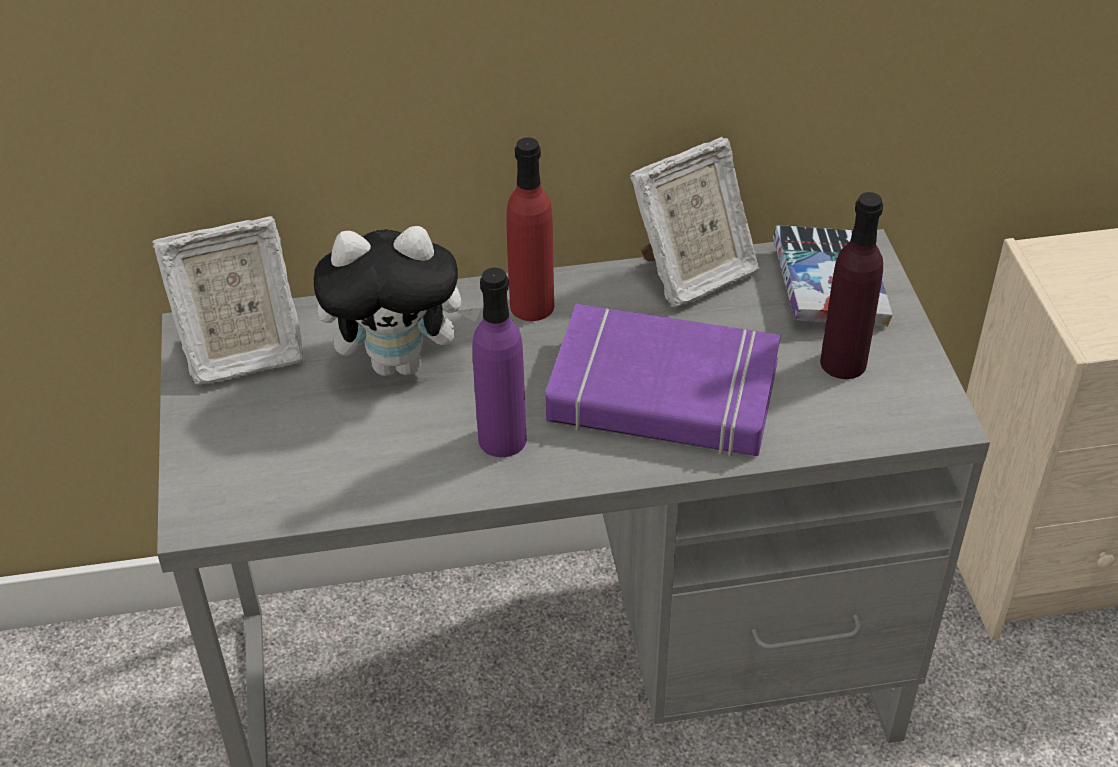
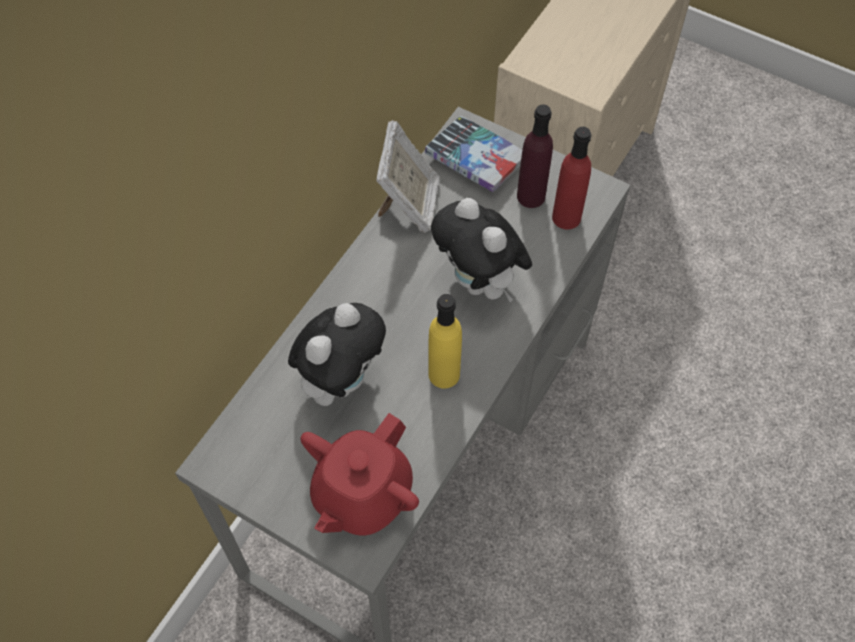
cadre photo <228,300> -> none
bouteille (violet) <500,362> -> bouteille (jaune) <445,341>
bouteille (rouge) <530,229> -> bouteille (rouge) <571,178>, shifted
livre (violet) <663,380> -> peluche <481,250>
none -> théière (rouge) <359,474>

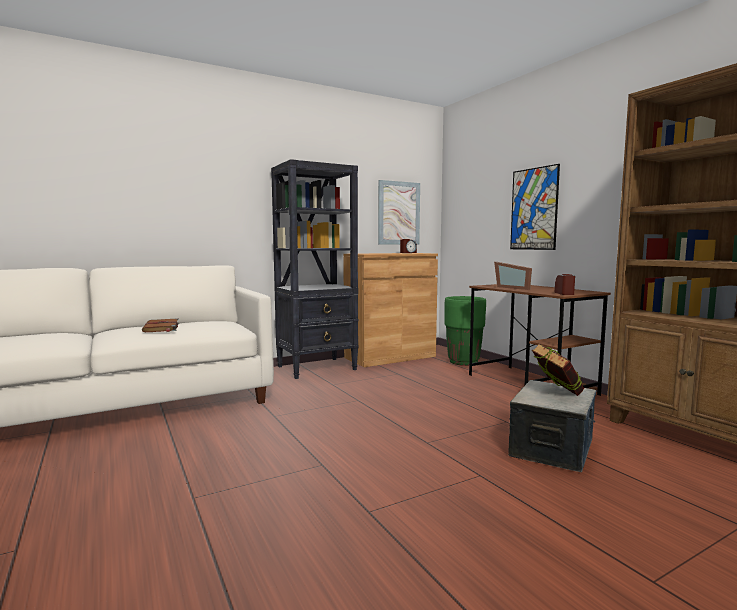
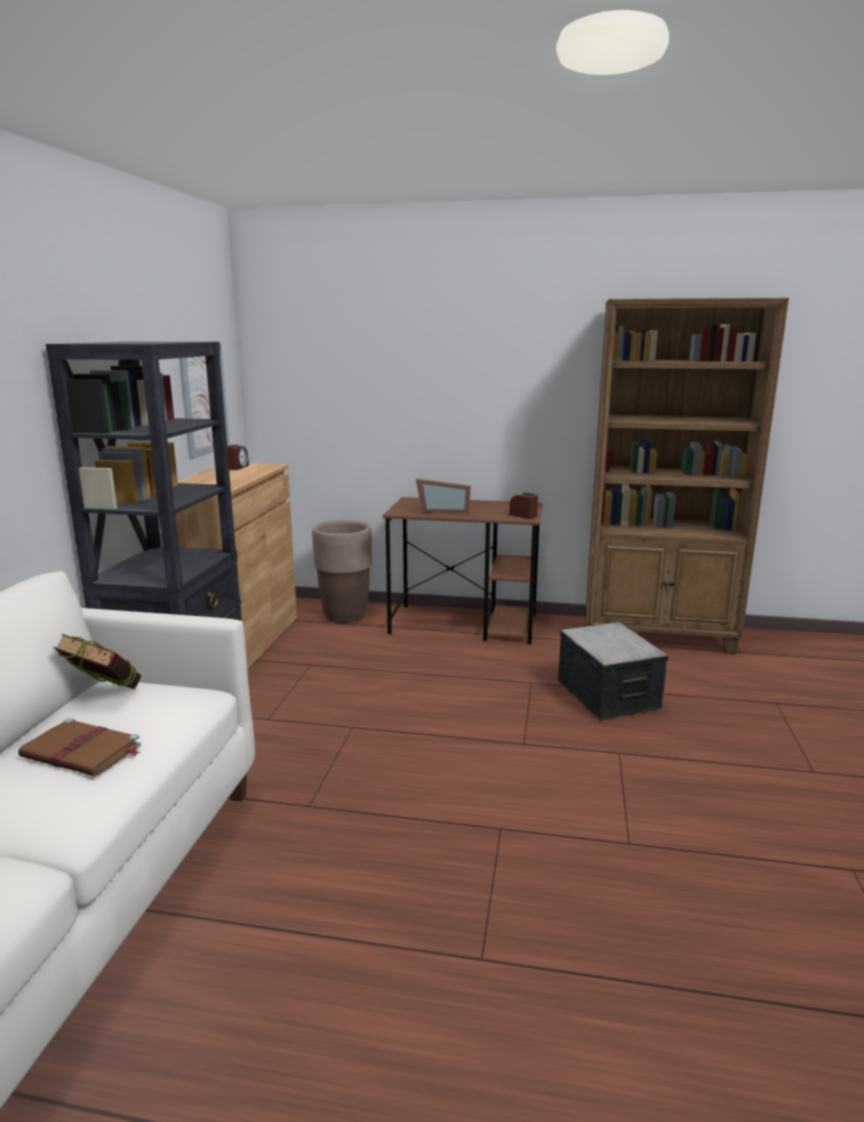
cache-pot (vert) <465,331> -> cache-pot (marron) <342,571>
tableau <535,207> -> none
livre <558,369> -> livre <97,661>, shifted

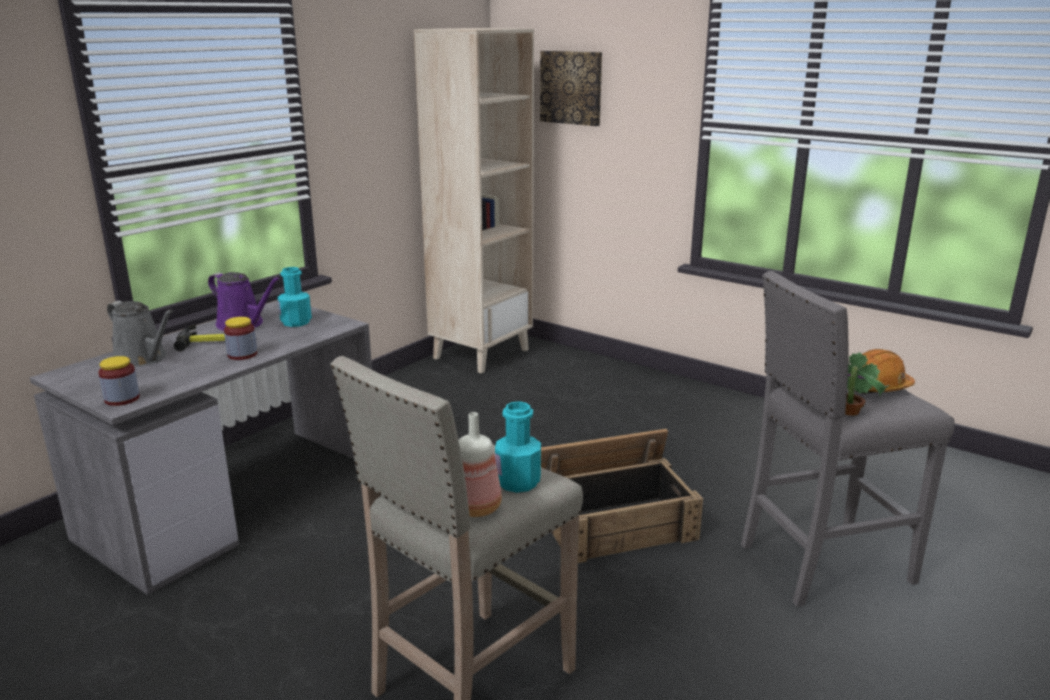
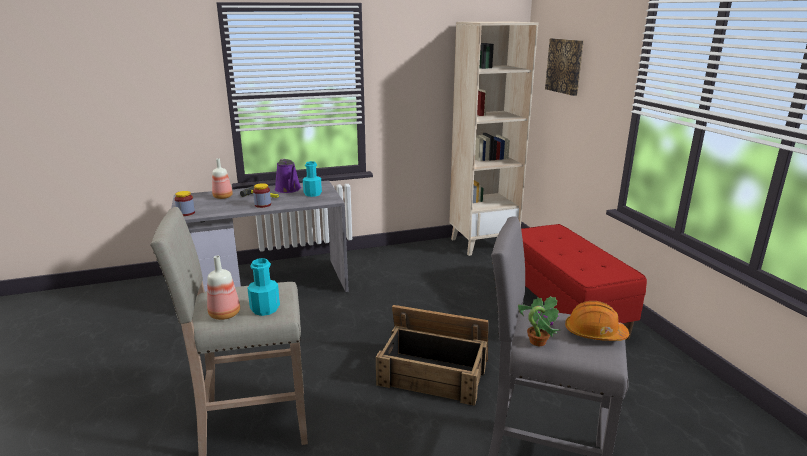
arrosoir (gris) <140,334> -> bouteille <222,178>
none -> banc (rouge) <584,282>

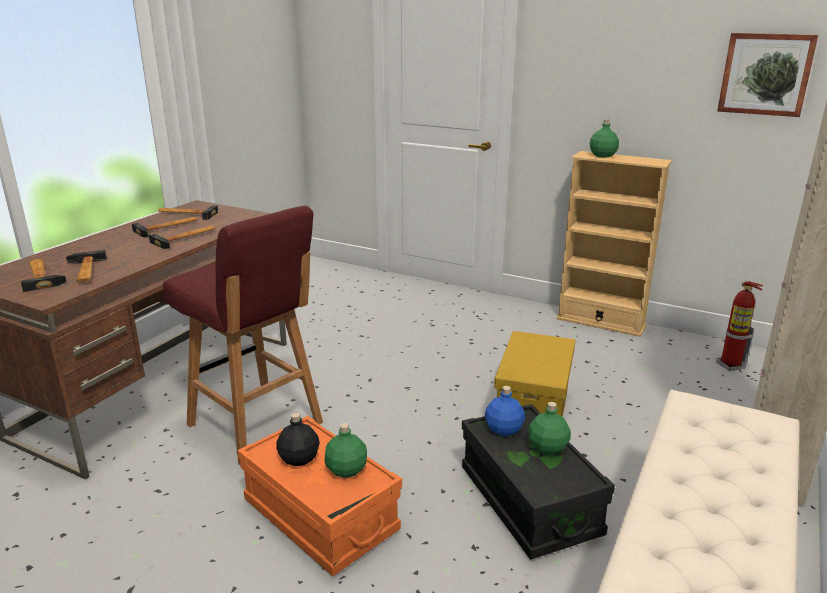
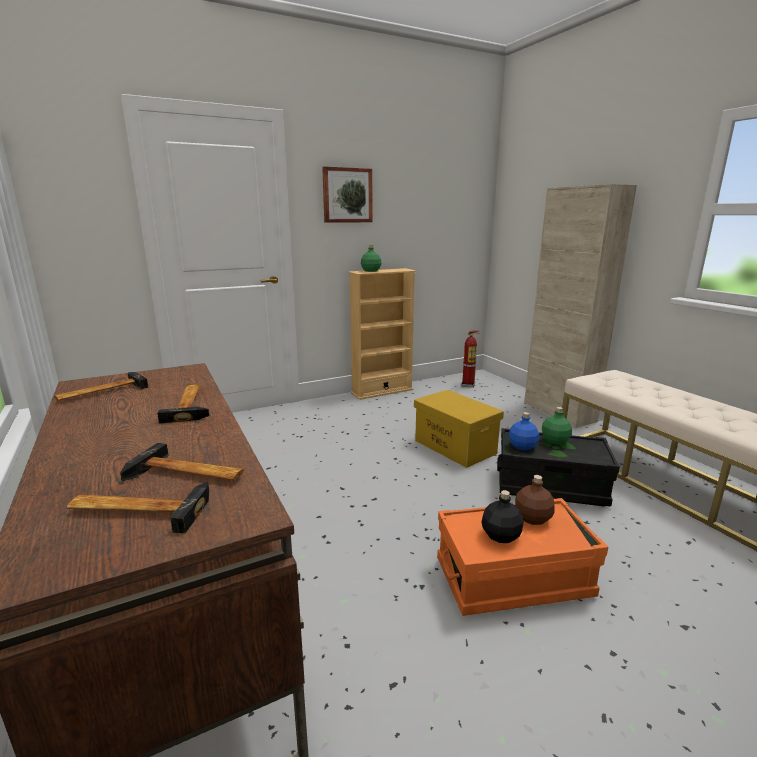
marteau <165,227> -> none
tabouret (rouge) <243,335> -> none
bouteille (vert) <345,450> -> bouteille (marron) <535,500>
tableau <767,75> -> tableau <347,194>, shifted

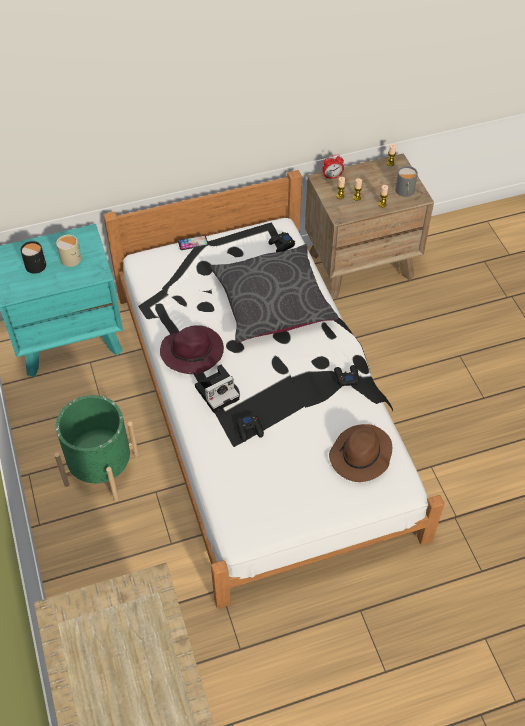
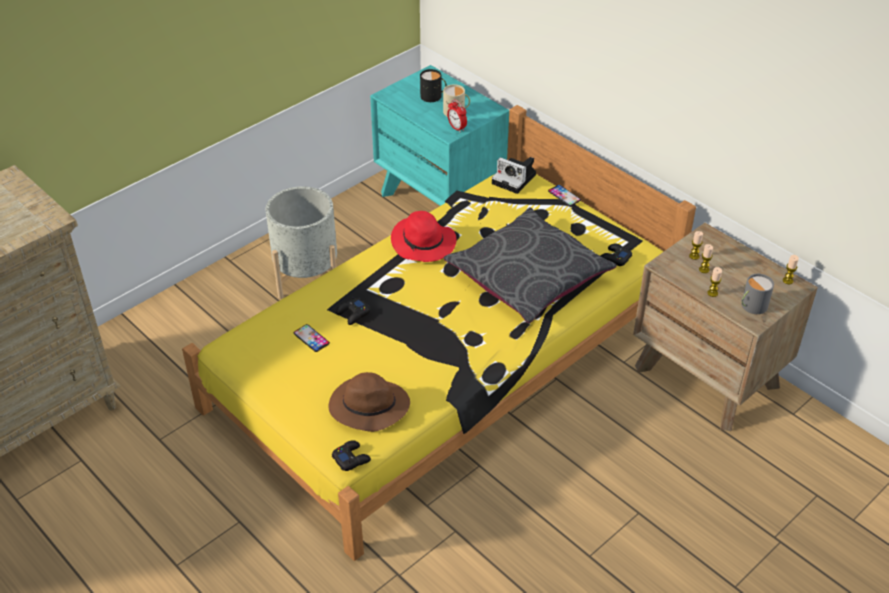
cache-pot (vert) <96,448> -> cache-pot (gris) <301,242>
lit (blanc) <274,389> -> lit (jaune) <439,333>
chapeau (violet) <192,349> -> chapeau (rouge) <424,236>
appareil photo <217,388> -> appareil photo <514,175>, shifted
réveil <333,166> -> réveil <457,115>, shifted
manette (noir) <346,375> -> manette (noir) <351,455>, shifted
none -> téléphone <312,338>

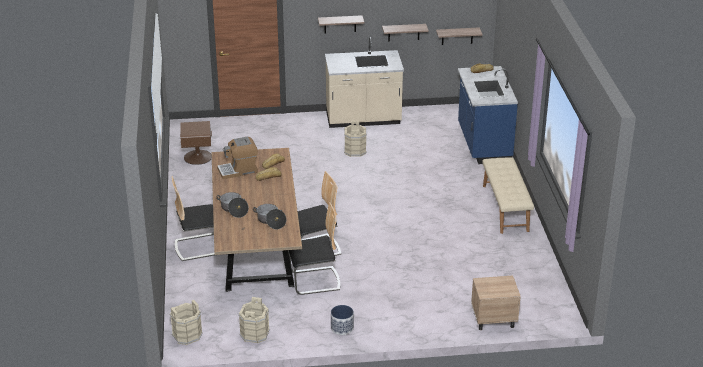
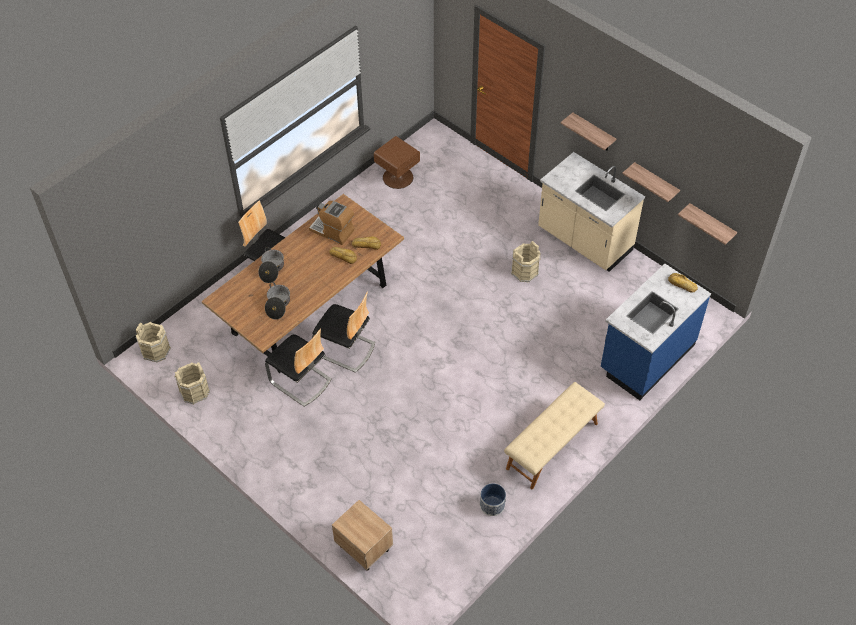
cache-pot <342,320> -> cache-pot <493,499>, shifted

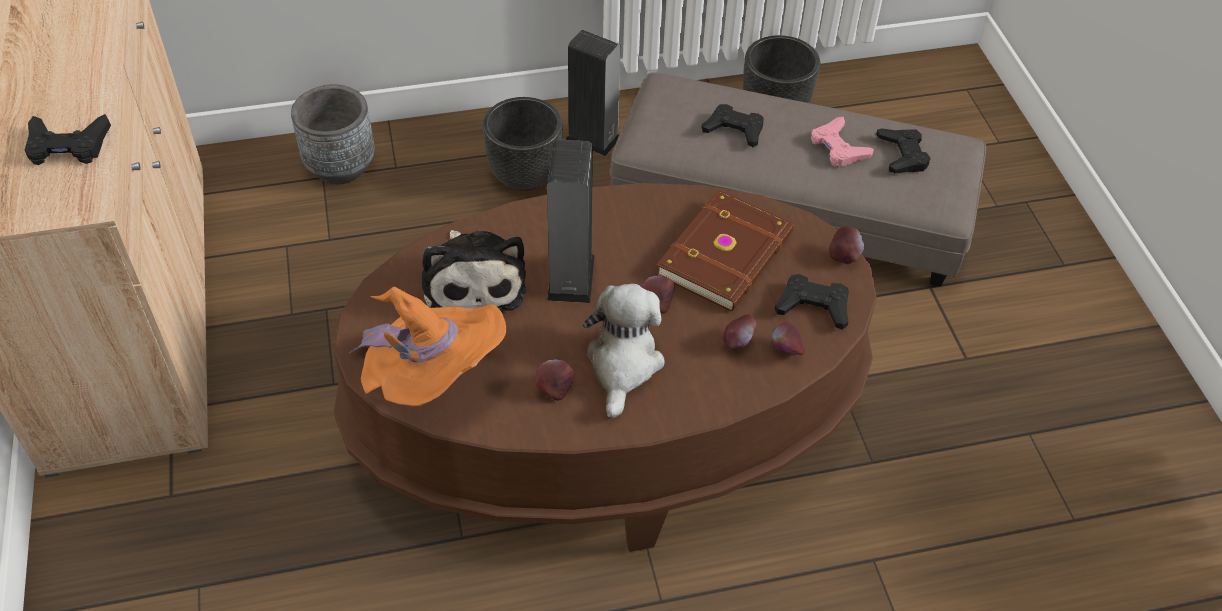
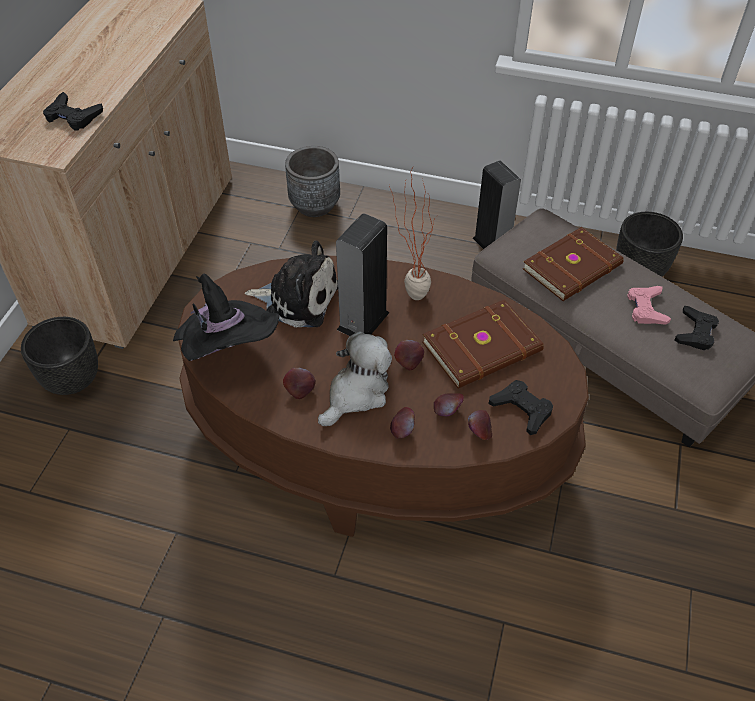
chapeau (orange) <427,346> -> chapeau (noir) <226,317>
peluche <474,270> -> peluche <291,283>, 90 degrees counterclockwise
cache-pot (noir) <523,144> -> cache-pot (noir) <59,356>, shifted
manette (noir) <733,125> -> livre (marron) <573,264>
pomme <846,245> -> pomme <402,422>, shifted
none -> plante en pot <413,233>

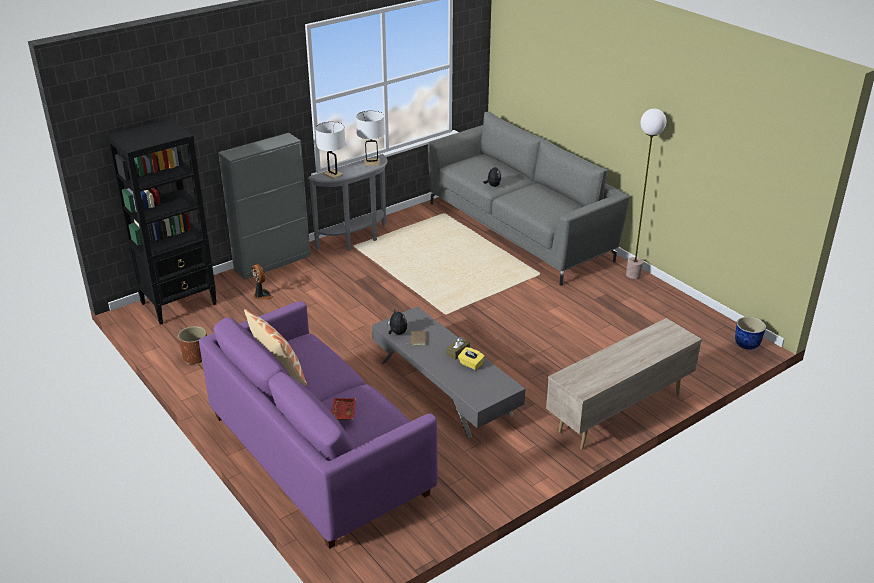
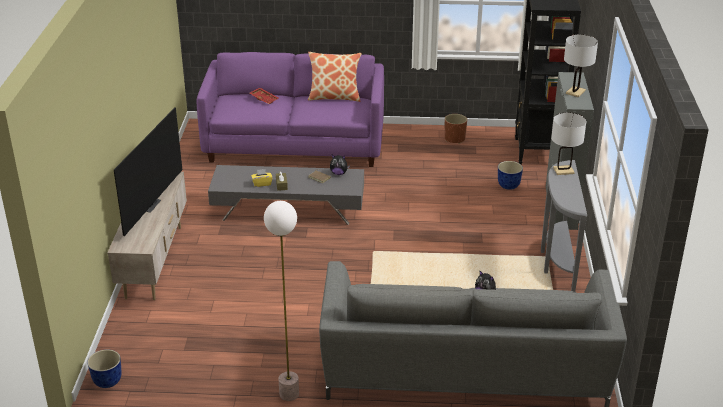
ventilateur <263,282> -> cache-pot <510,175>
lampe de table (blanc) <370,138> -> lampe de table (blanc) <581,65>, shifted
none -> téléviseur <148,171>

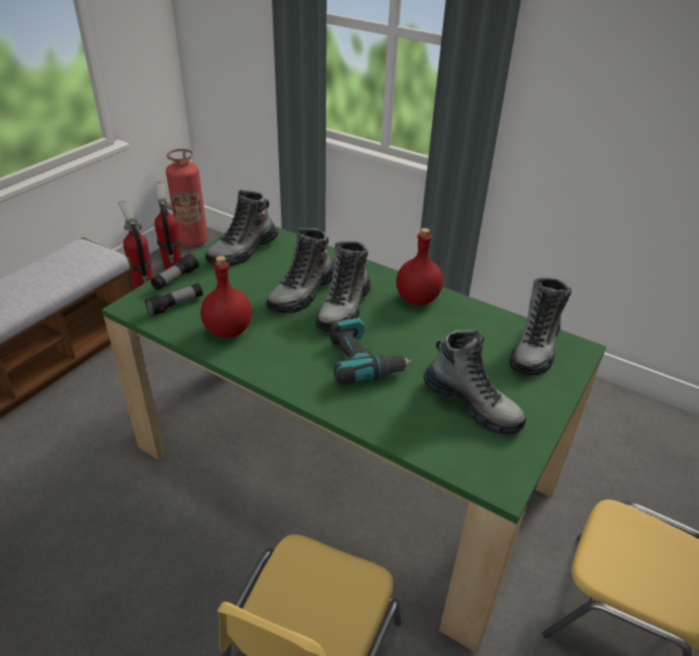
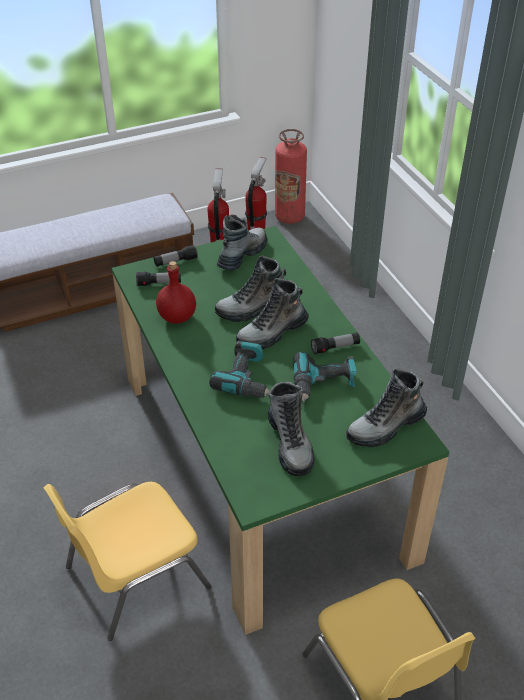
botte <241,228> -> botte <242,242>, 135 degrees clockwise
bouteille (rouge) <419,266> -> lampe de poche <335,343>
none -> perceuse <325,377>

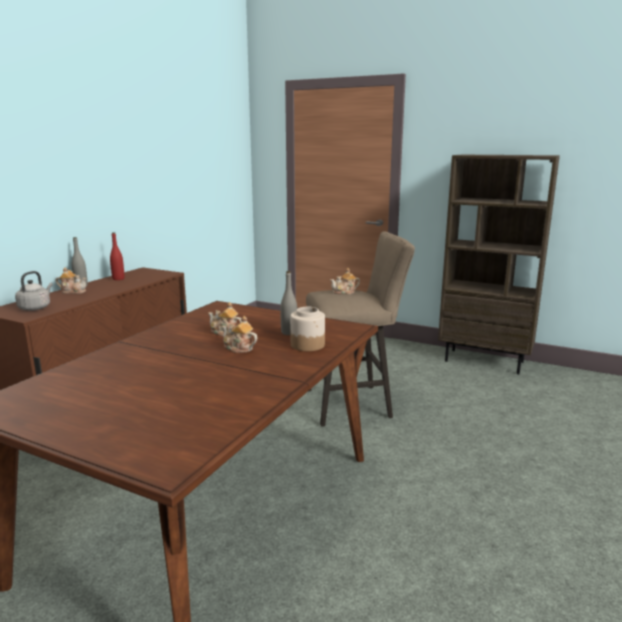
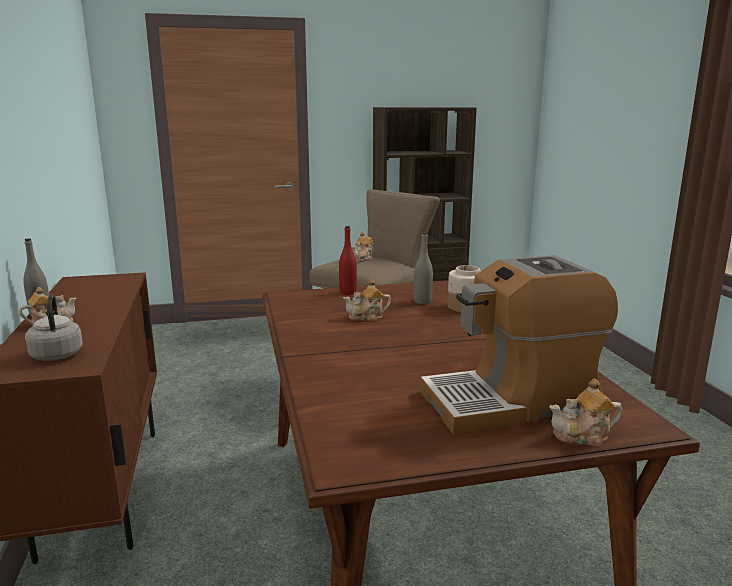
bouteille (rouge) <117,256> -> bouteille (rouge) <348,260>, shifted
théière <239,334> -> théière <586,412>, shifted
none -> machine à café <519,344>

